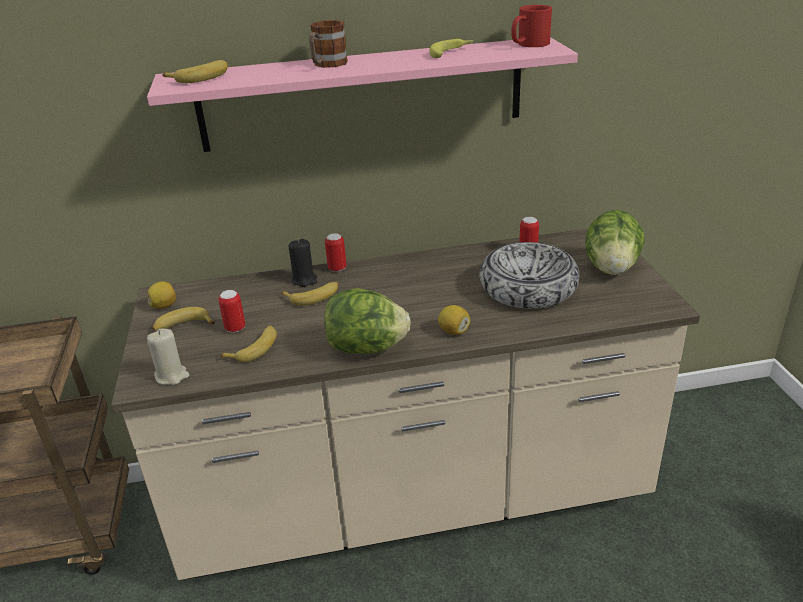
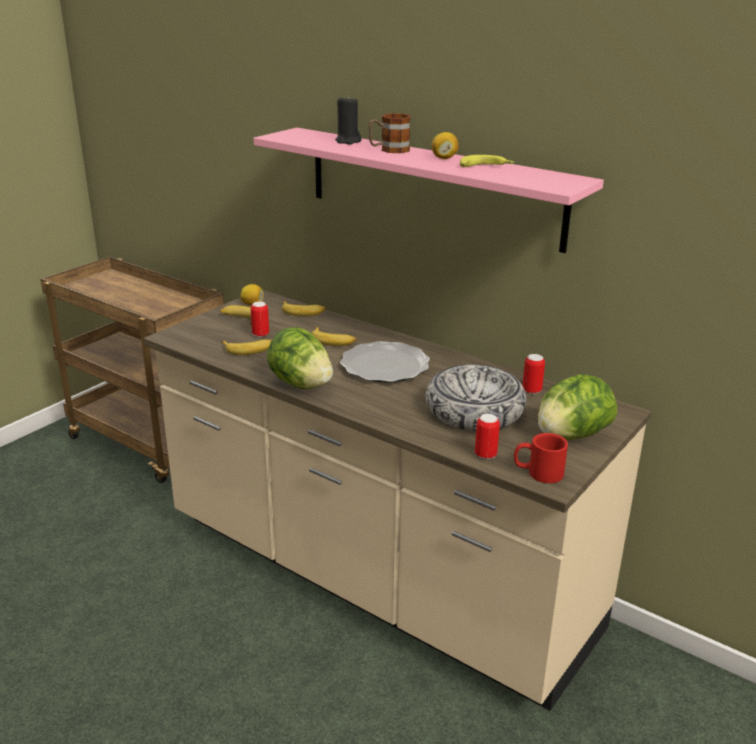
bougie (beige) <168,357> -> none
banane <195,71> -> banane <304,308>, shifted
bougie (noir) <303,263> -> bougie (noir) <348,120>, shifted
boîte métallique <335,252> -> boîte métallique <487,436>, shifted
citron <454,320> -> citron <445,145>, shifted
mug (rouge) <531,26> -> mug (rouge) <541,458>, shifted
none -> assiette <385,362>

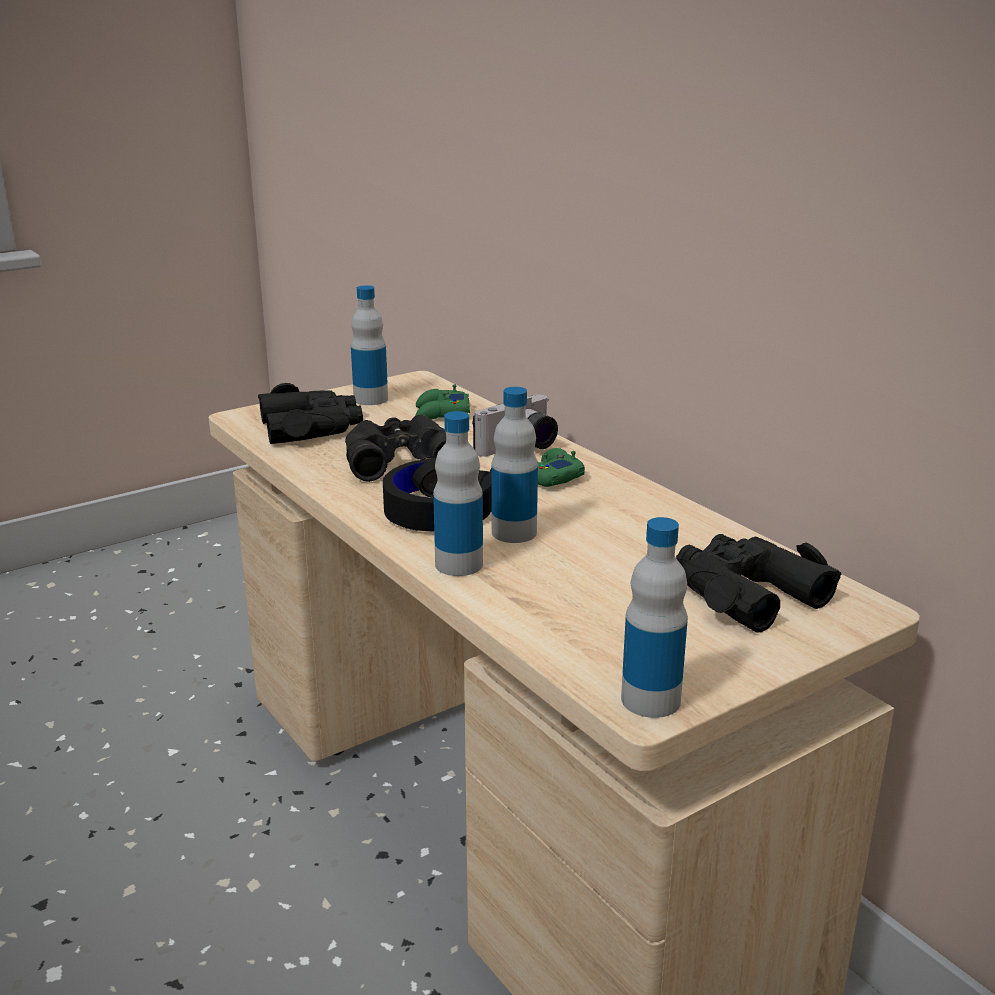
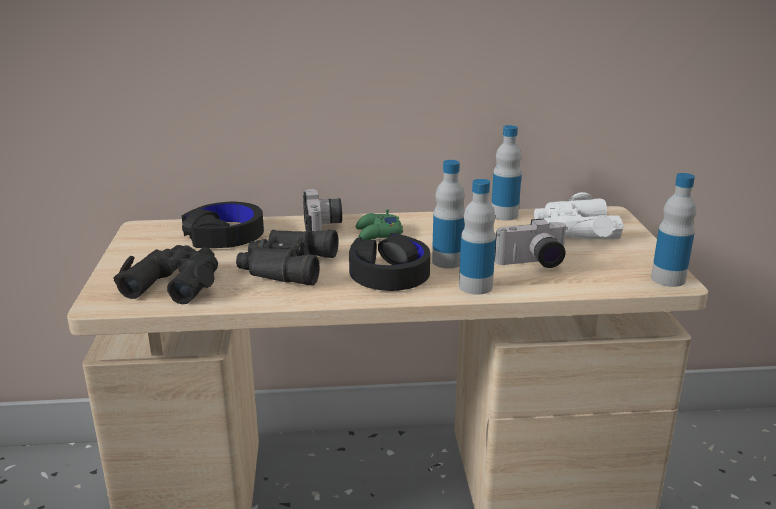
bouteille <369,345> -> bouteille <506,173>, shifted
manette (vert) <442,402> -> casque audio (noir) <222,225>
jumelles (noir) <758,583> -> jumelles (blanc) <579,215>
none -> appareil photo <531,243>

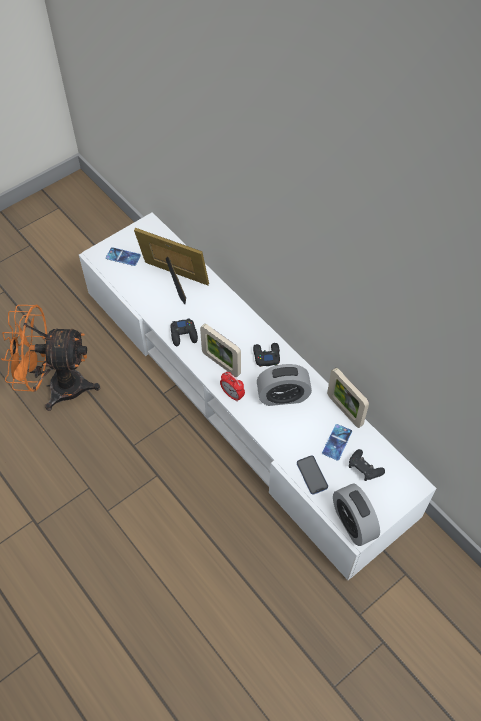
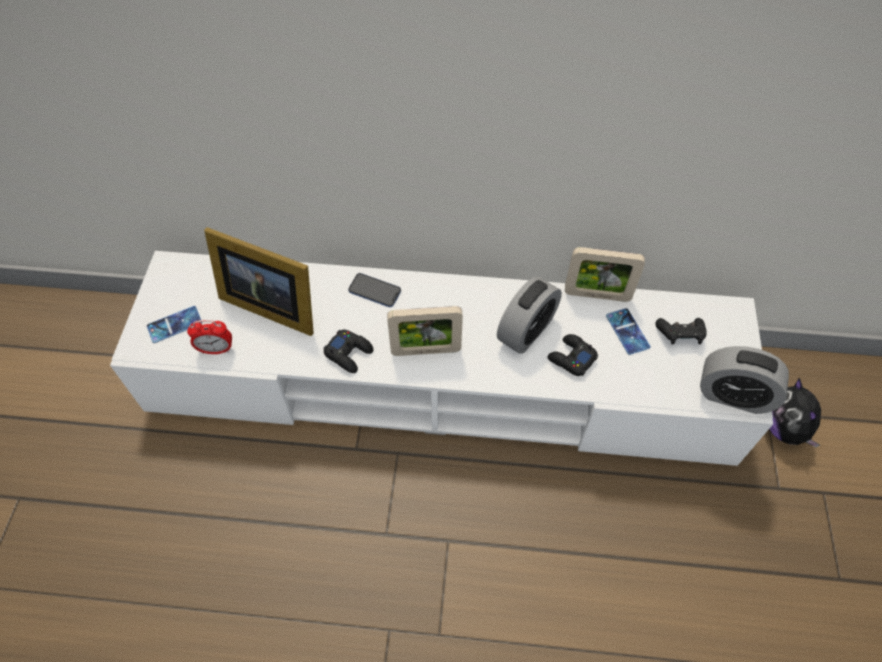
ventilateur (orange) <50,358> -> none
cadre photo <171,266> -> cadre photo <259,281>, 135 degrees counterclockwise
réveil <232,387> -> réveil <209,337>, shifted
manette (noir) <266,355> -> manette (noir) <572,355>, shifted
téléphone <312,475> -> téléphone <374,290>, shifted
none -> peluche <795,412>

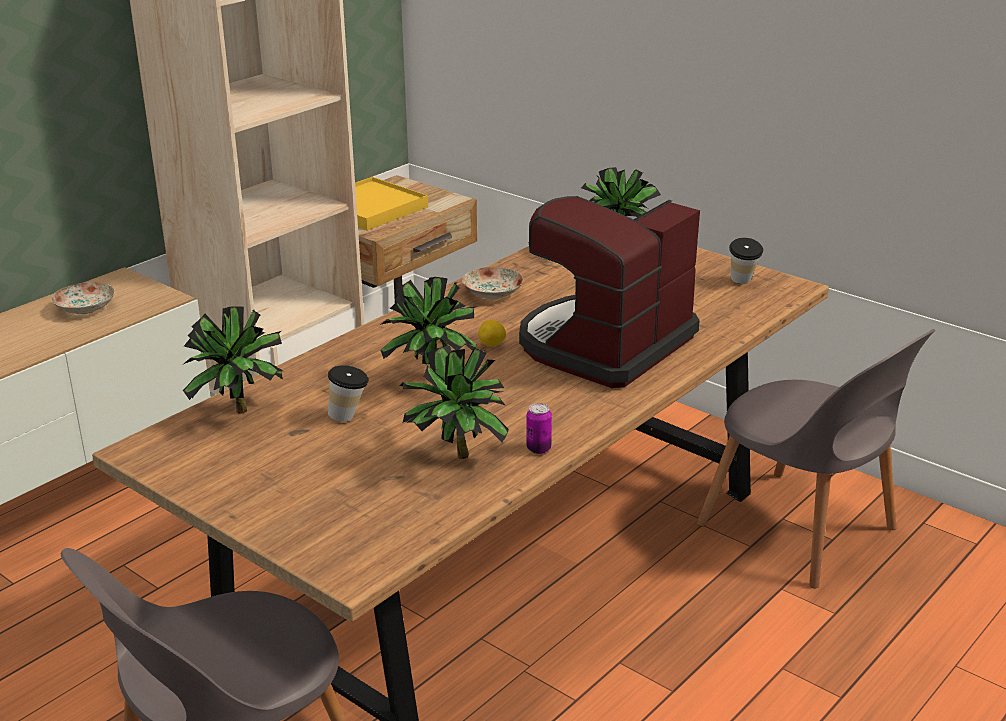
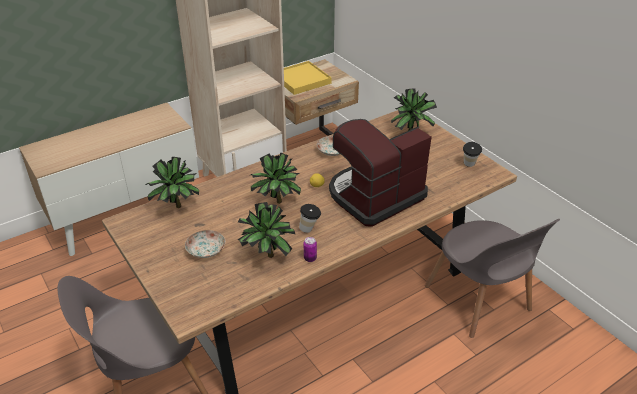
assiette <83,298> -> assiette <205,244>, shifted
tasse <348,393> -> tasse <310,218>, shifted

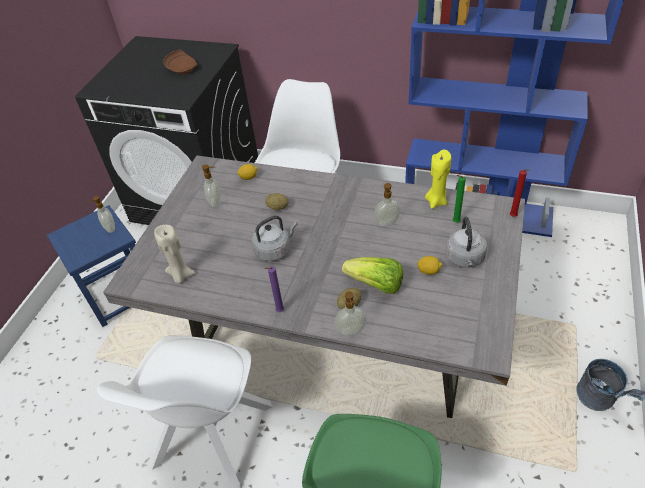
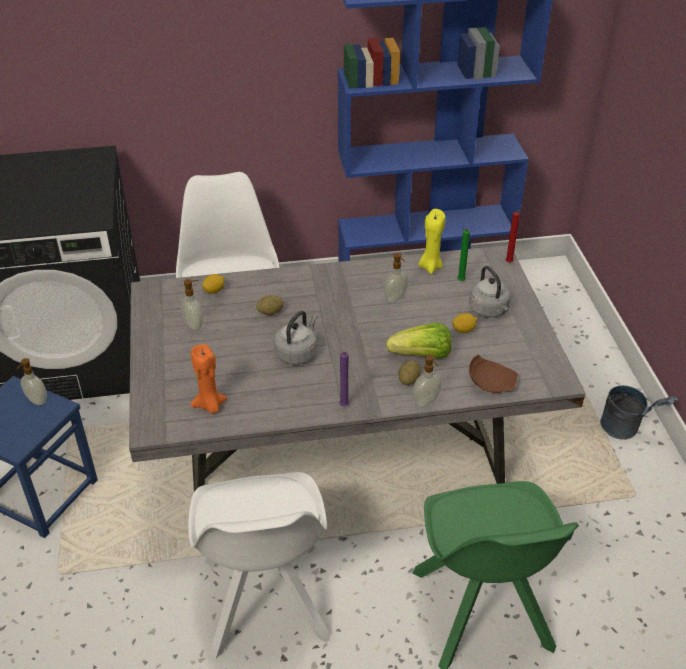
bougie (beige) <174,254> -> bougie (orange) <209,378>
assiette (marron) <180,61> -> assiette (marron) <493,373>, shifted

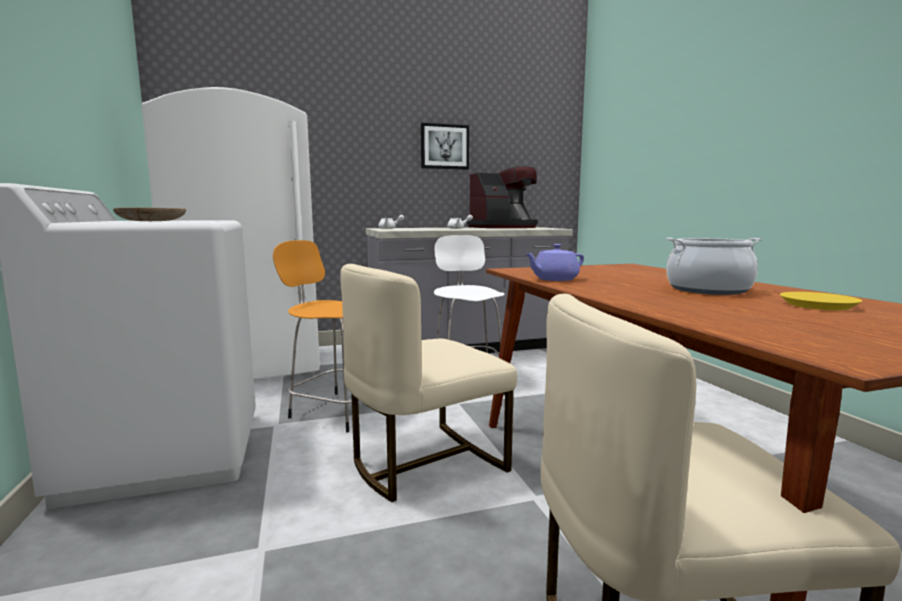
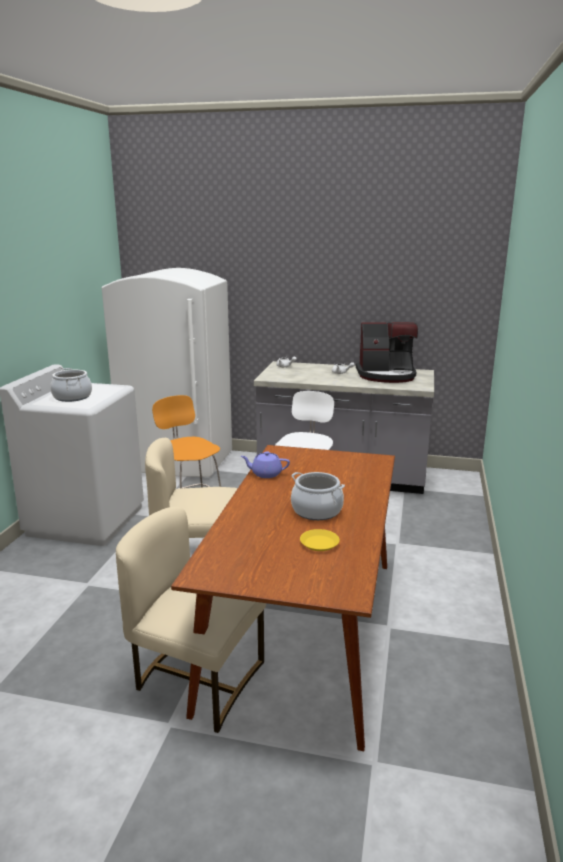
assiette (beige) <149,214> -> marmite <71,385>
tableau <445,146> -> none

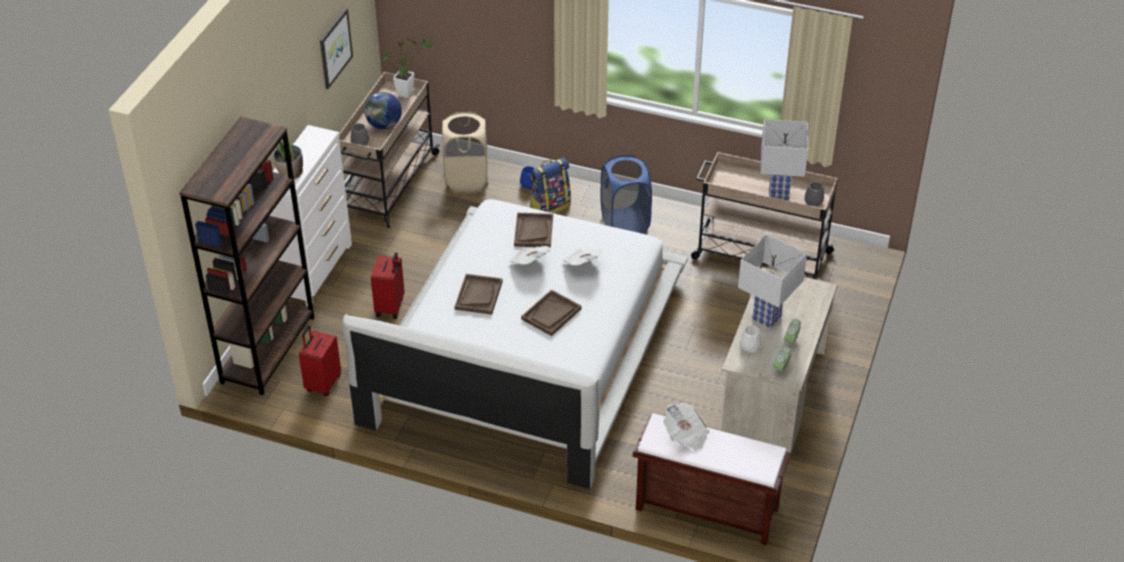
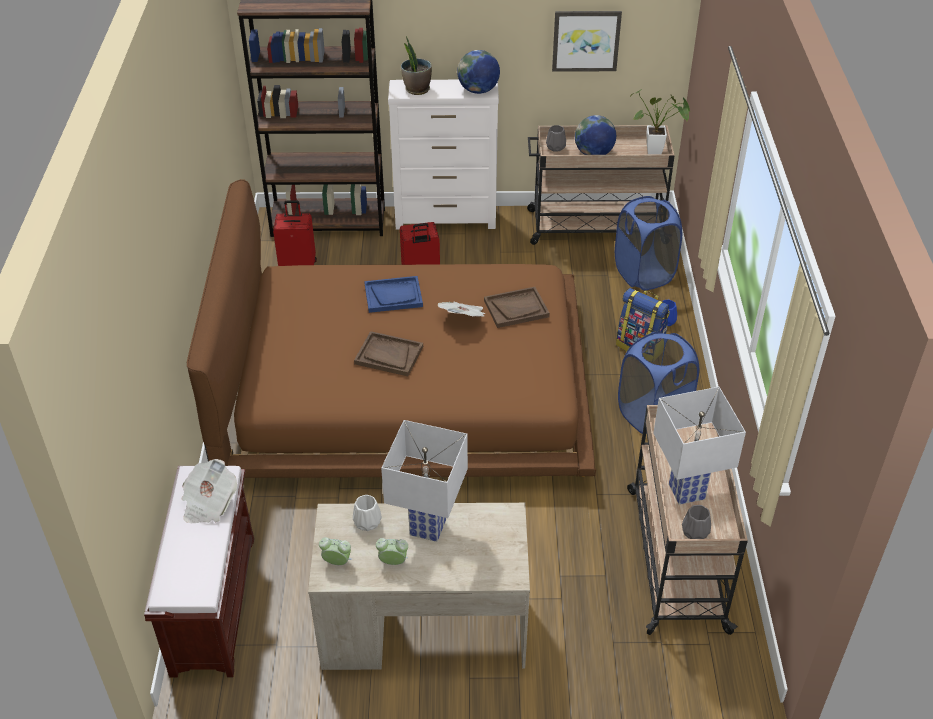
lit (blanc) <515,344> -> lit (marron) <391,328>
panier à linge (beige) <465,151> -> panier à linge (bleu) <648,243>
plateau (marron) <479,294> -> plateau (bleu) <393,294>
journal <583,257> -> none
none -> globe <478,72>

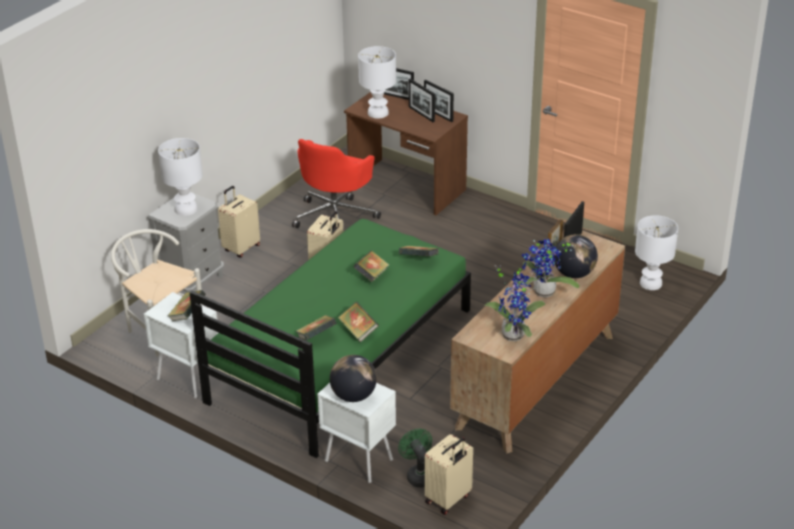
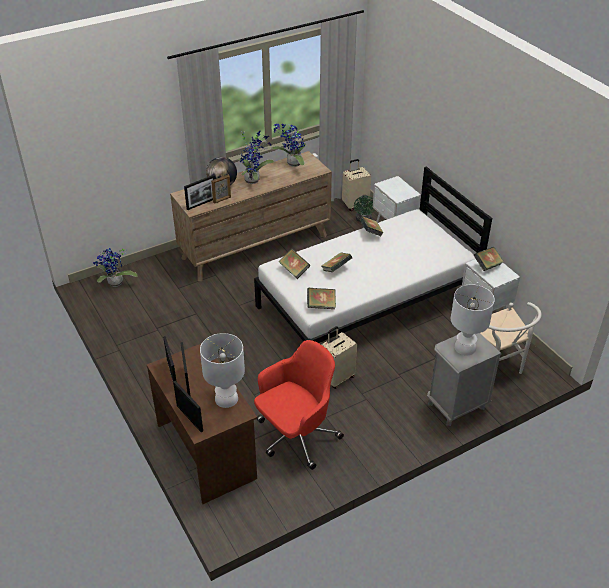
lit (vert) <330,338> -> lit (blanc) <373,254>
valise (beige) <239,221> -> none
livre <316,328> -> livre <321,298>, shifted
globe <353,378> -> none
lampe de table (blanc) <656,252> -> plante en pot <115,267>

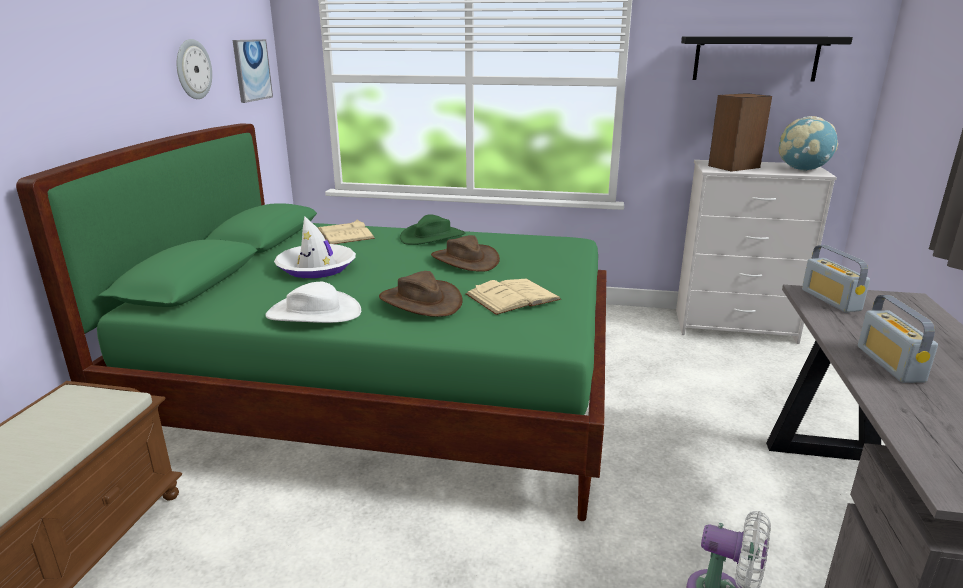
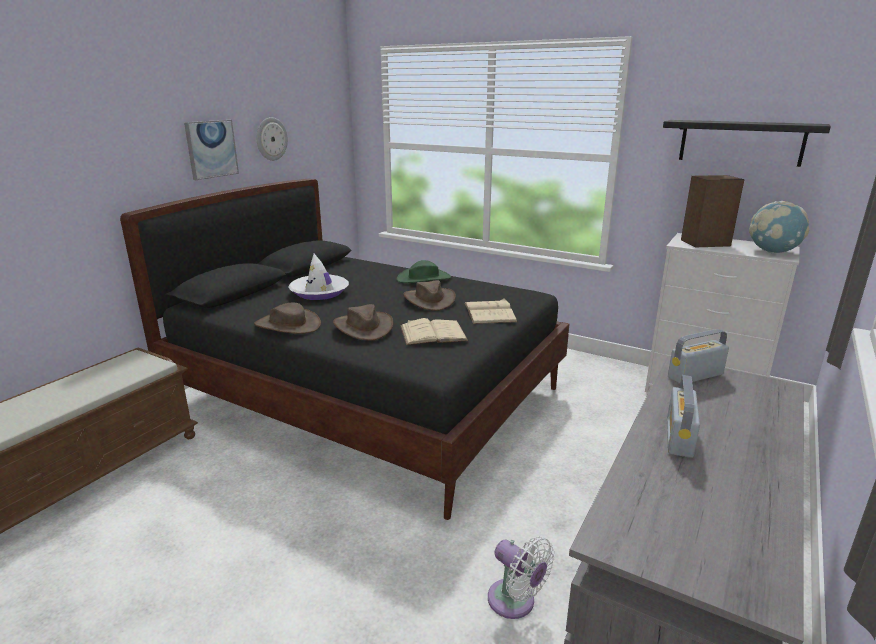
lit (vert) <311,322> -> lit (noir) <345,349>
tableau <252,71> -> tableau <211,150>, shifted
chapeau (blanc) <313,302> -> chapeau (marron) <287,318>
livre (beige) <346,231> -> livre (beige) <490,311>, shifted
radio <836,279> -> radio <698,356>, 60 degrees clockwise

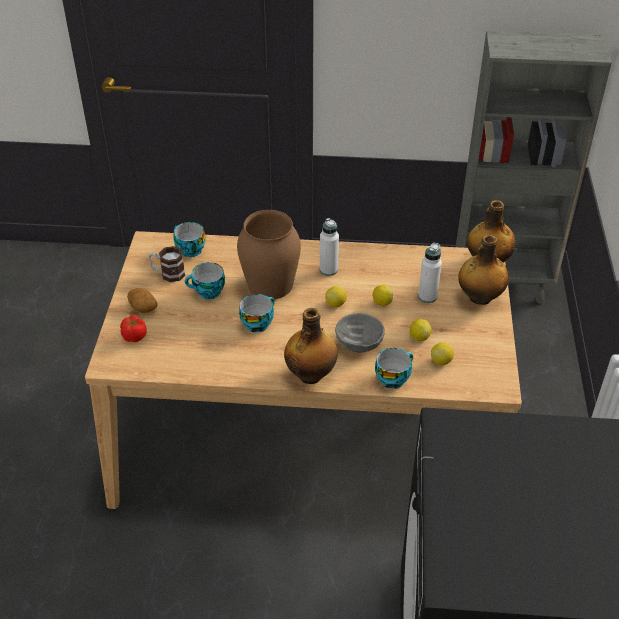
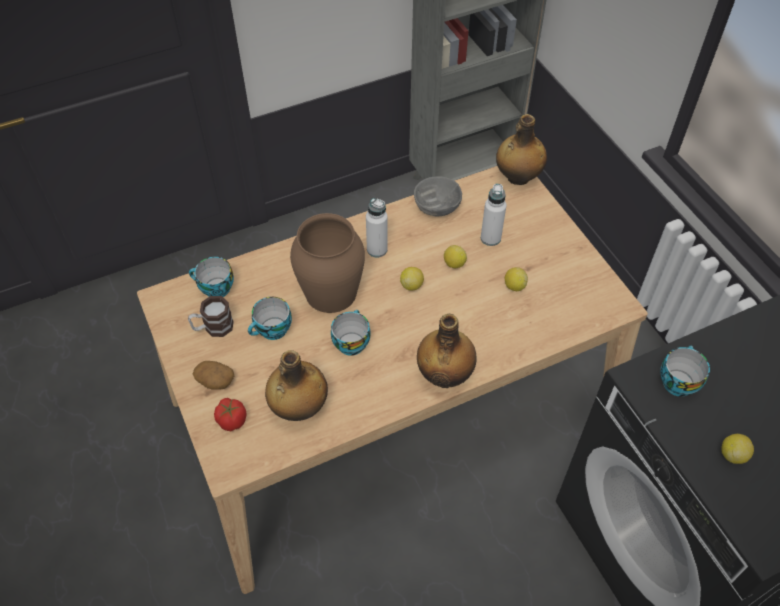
bol (gris) <360,333> -> bol (gris) <438,196>, shifted
tasse <394,368> -> tasse <685,371>, shifted
citron <442,354> -> citron <737,449>, shifted
bouteille <483,270> -> bouteille <296,385>, shifted

